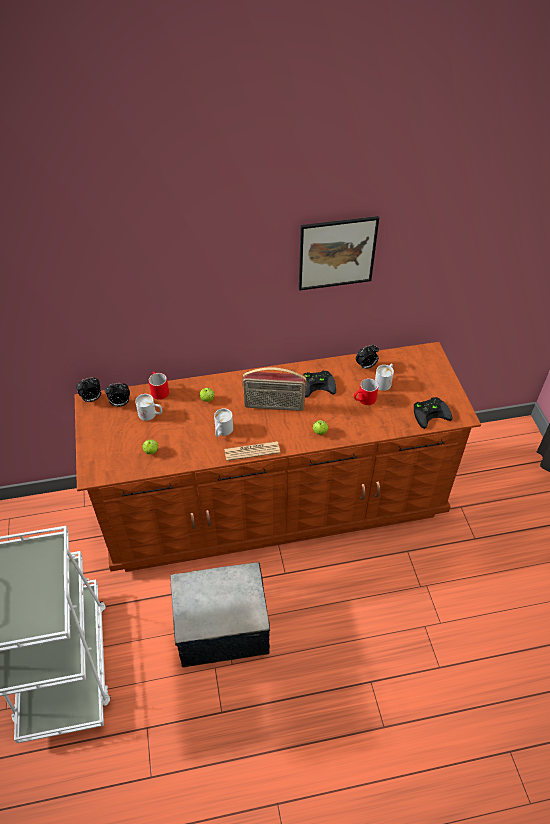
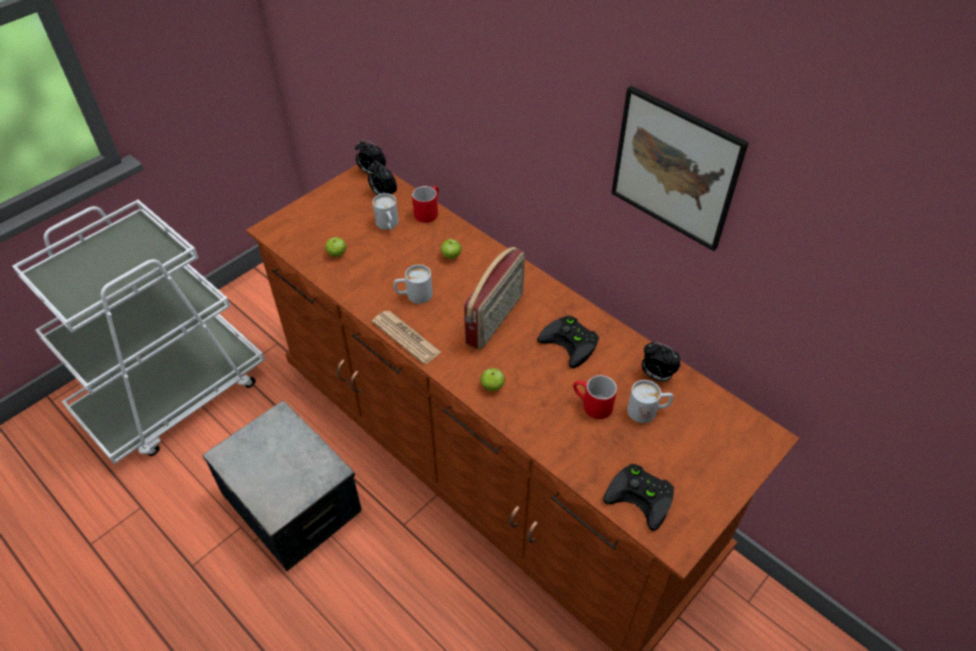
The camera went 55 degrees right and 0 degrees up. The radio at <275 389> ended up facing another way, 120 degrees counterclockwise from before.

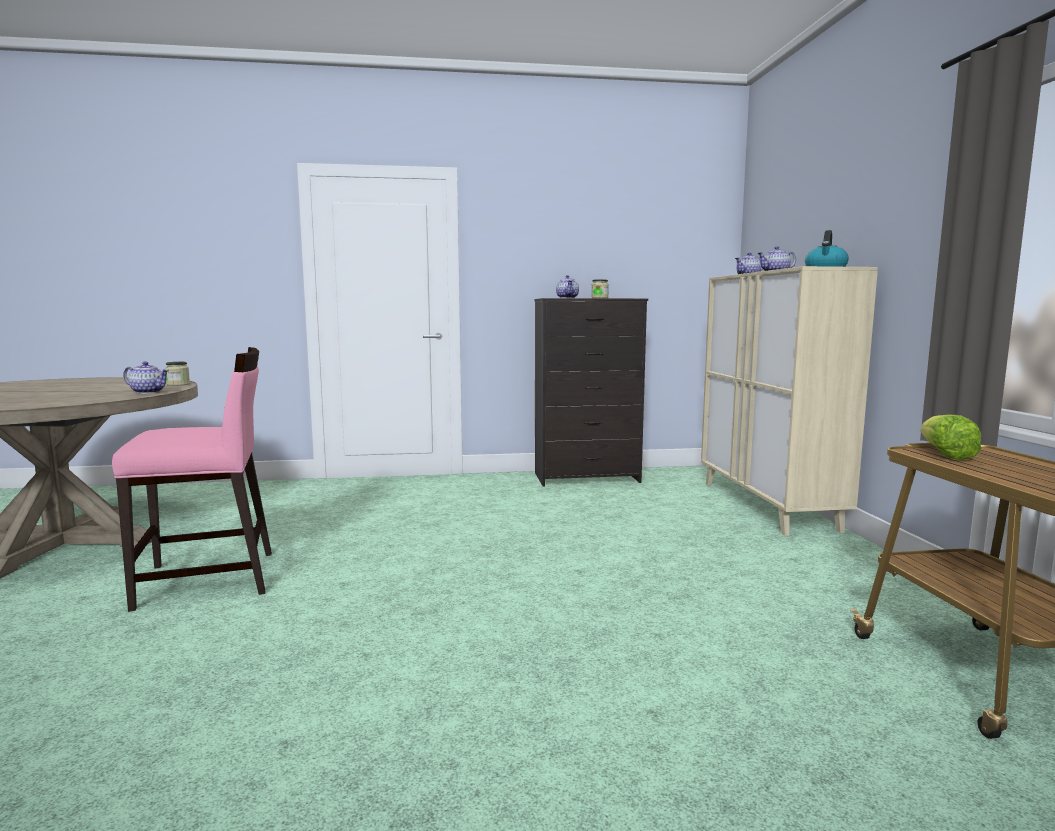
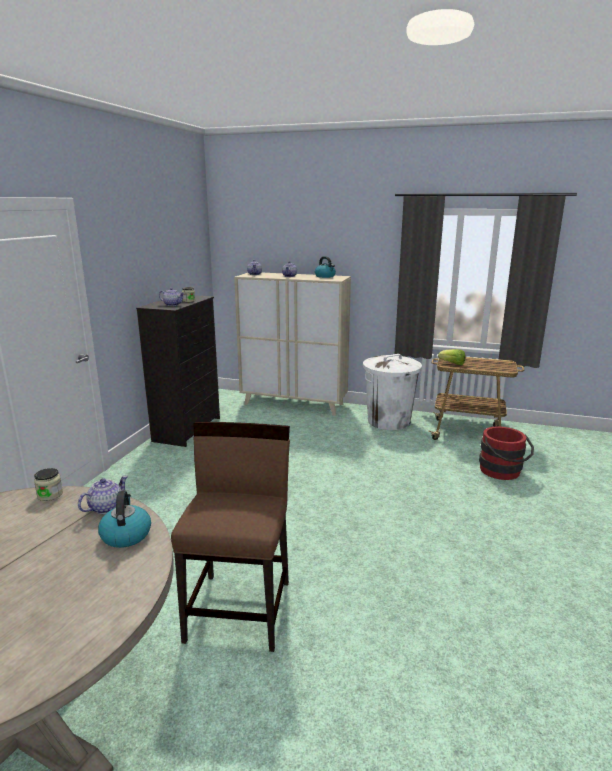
The camera went 65 degrees left and 10 degrees up. The second view gained the kettle at <124 519>. What was the pink chair at <192 479> turned into the brown chair at <230 537>. The second view gained the white trash can at <392 392>. The second view gained the red bucket at <506 453>.

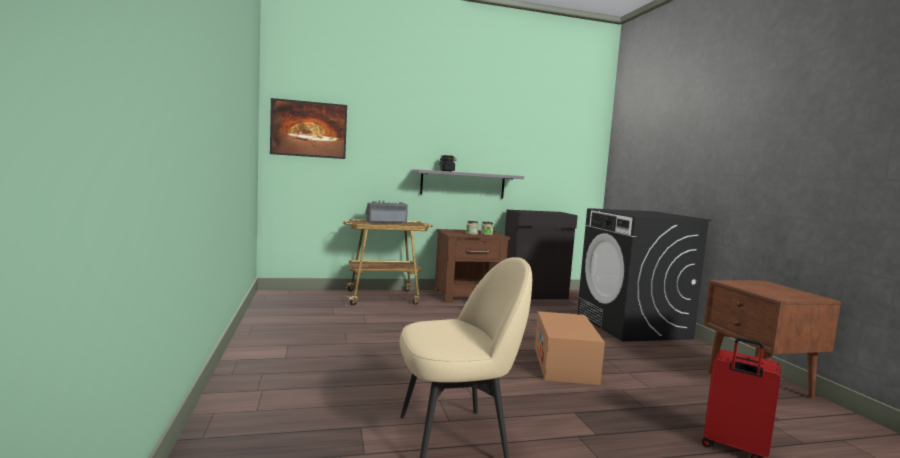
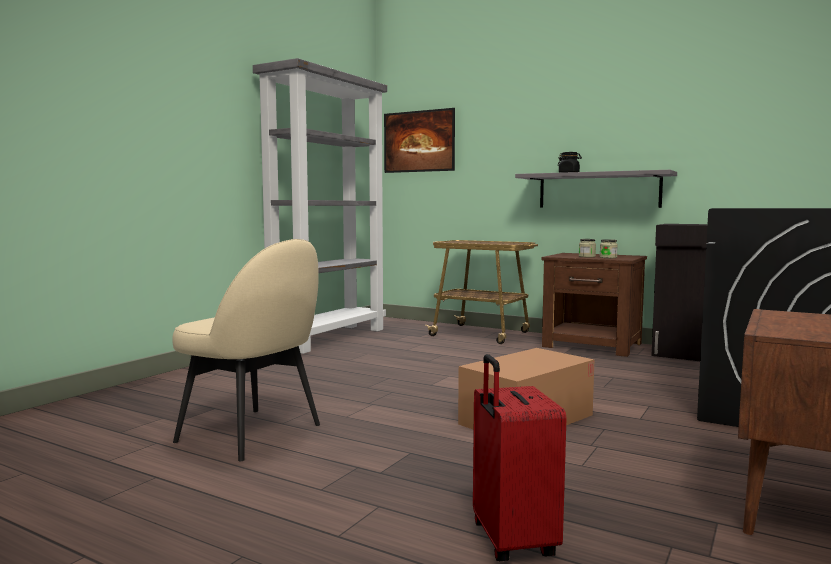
The camera went 45 degrees right and 0 degrees up. The second view gained the grey bookcase at <320 206>. The second view lost the radio at <386 211>.

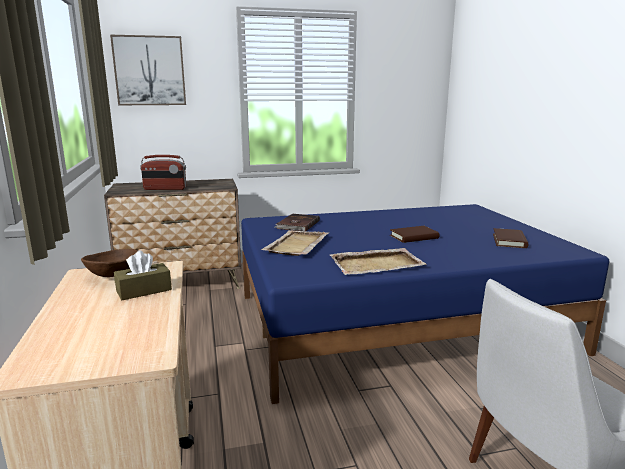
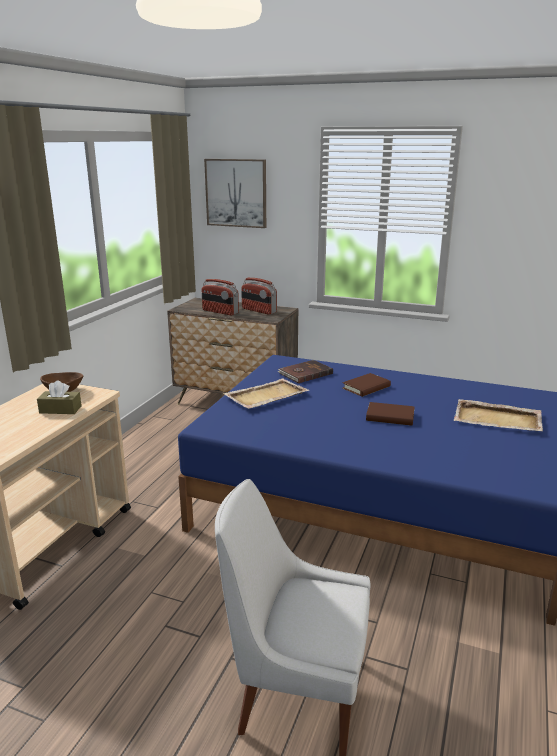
The camera went 35 degrees right and 5 degrees up. The second view gained the radio at <259 296>. The brown book ended up elsewhere, having gone from <510 238> to <366 385>. The beige tray ended up elsewhere, having gone from <378 261> to <498 415>.

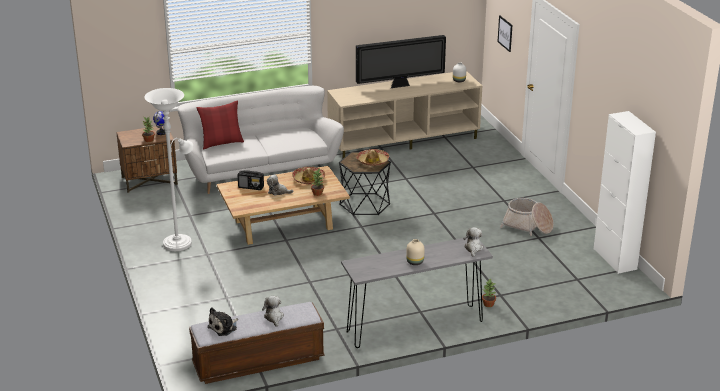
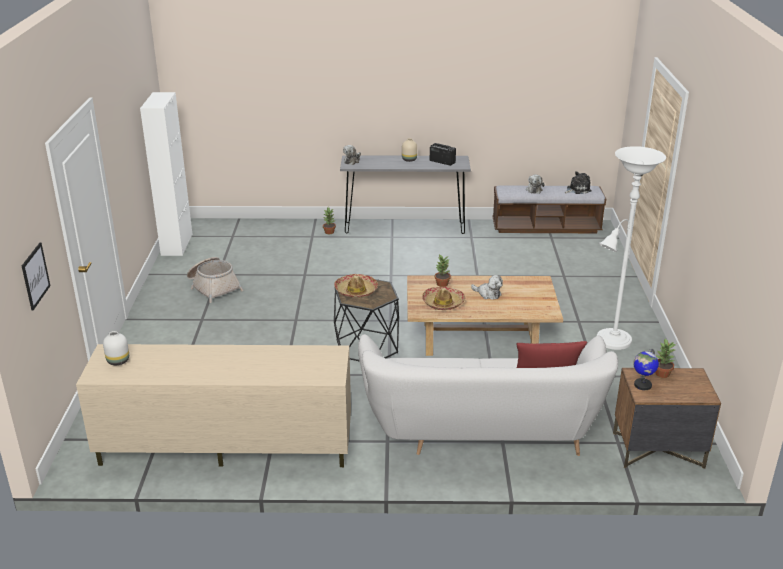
The camera went 160 degrees left and 0 degrees up. The radio ended up elsewhere, having gone from <251 180> to <443 154>. The second view lost the television at <401 61>.

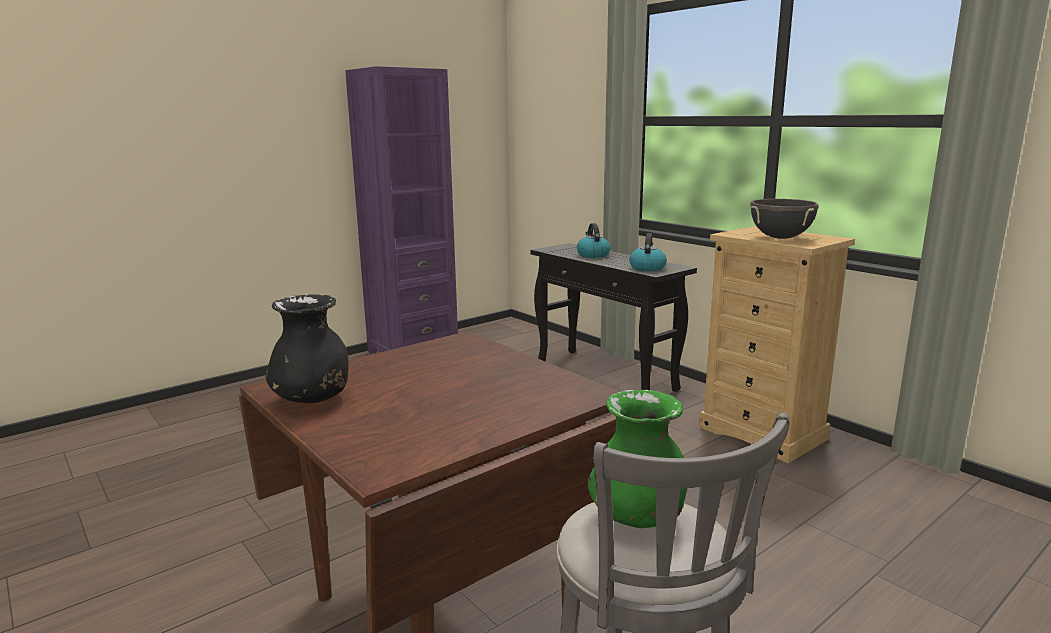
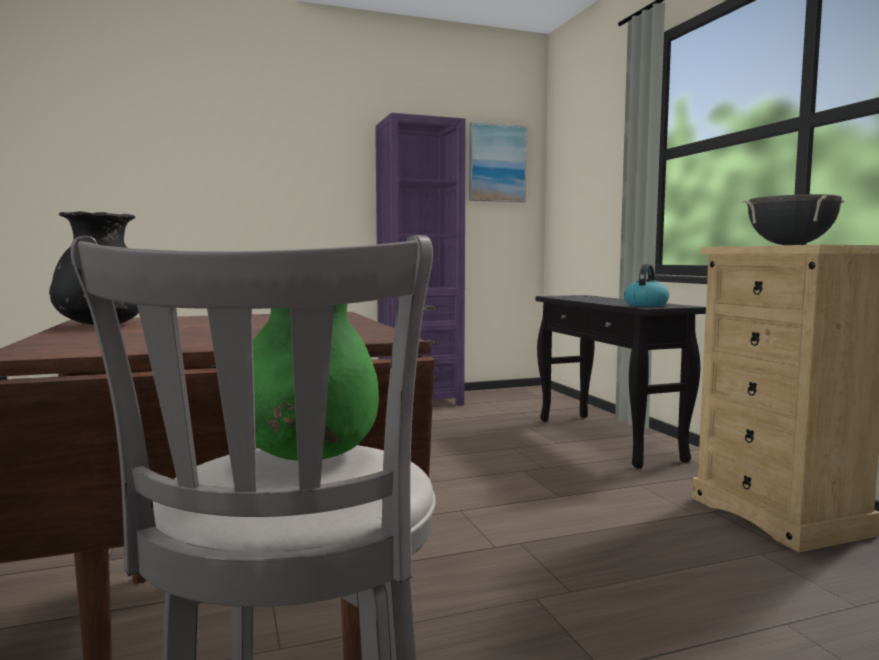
The camera went 20 degrees right and 10 degrees down. The second view gained the picture at <498 162>. The second view lost the kettle at <593 240>.

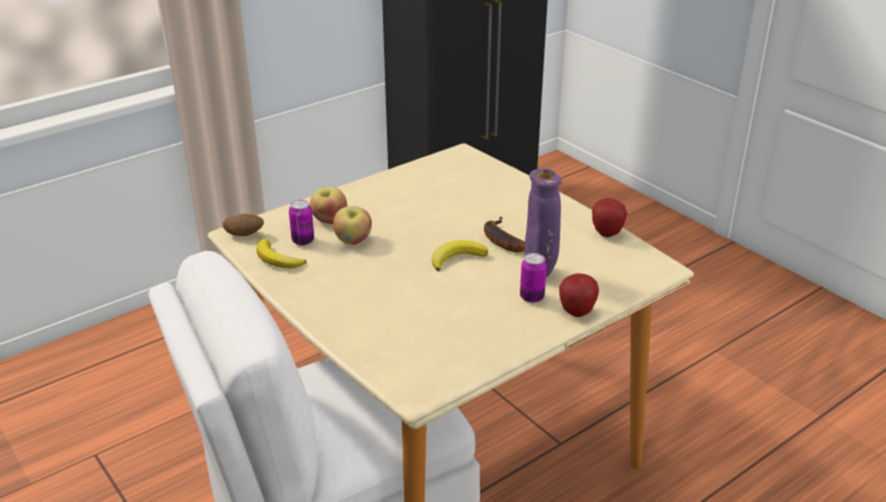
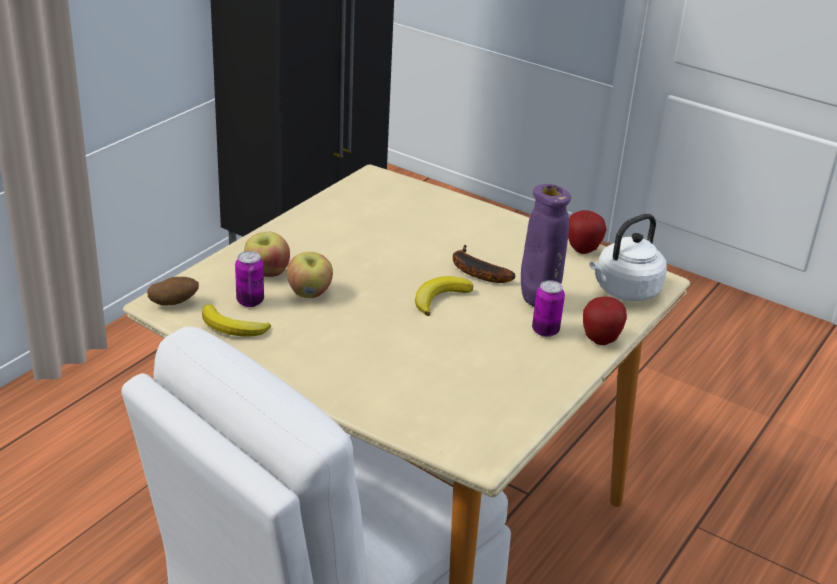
The camera went 20 degrees left and 0 degrees up. The second view gained the white kettle at <628 257>.

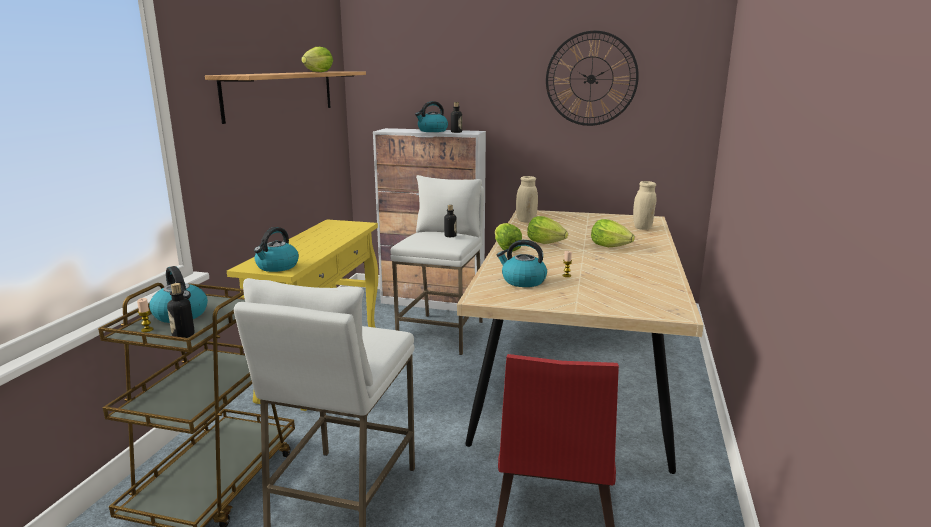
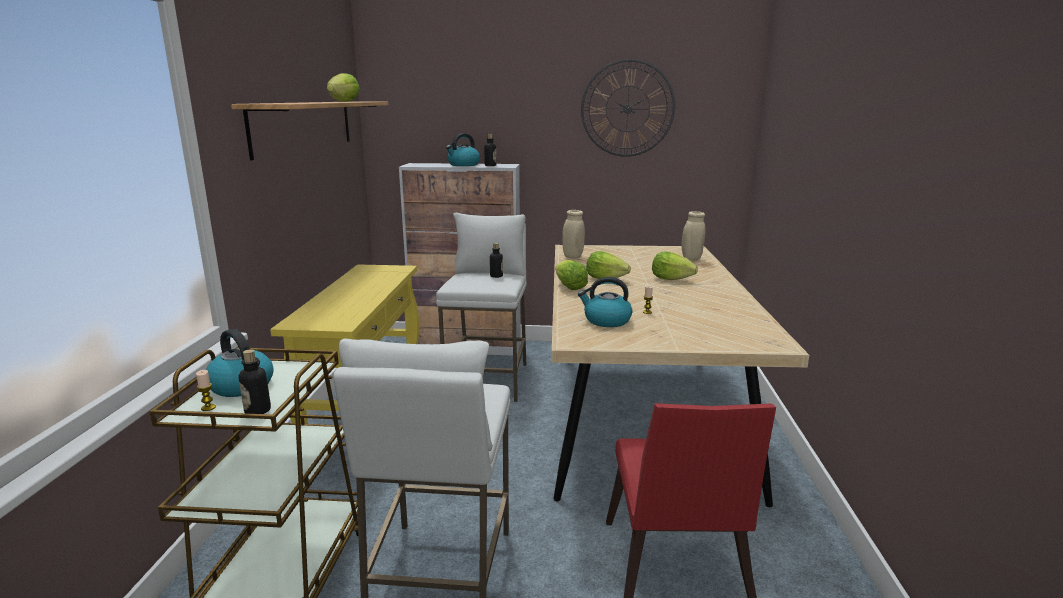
The camera went 10 degrees left and 0 degrees up. The second view lost the kettle at <276 249>.

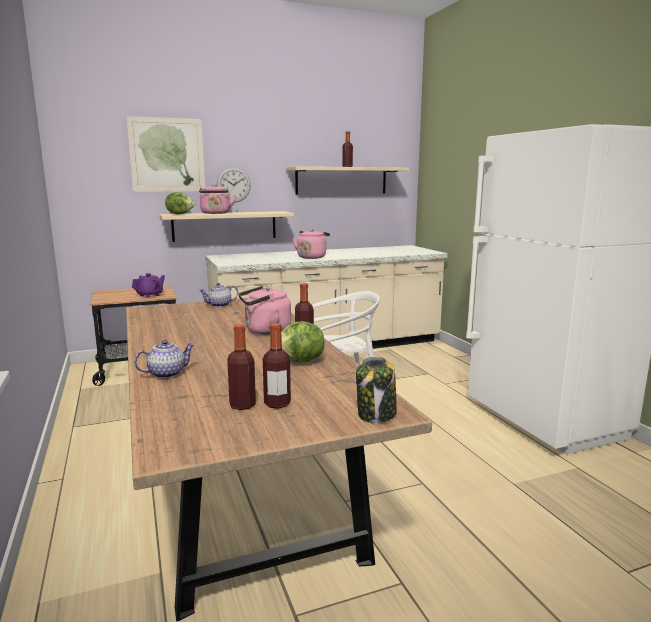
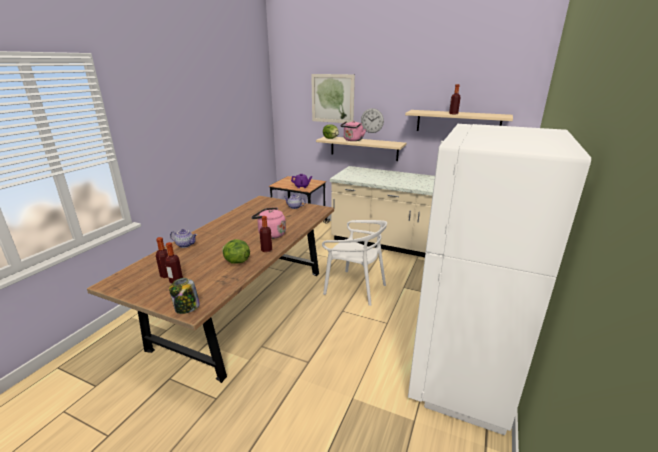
The camera went 45 degrees right and 10 degrees up. The second view lost the pink kettle at <311 244>.

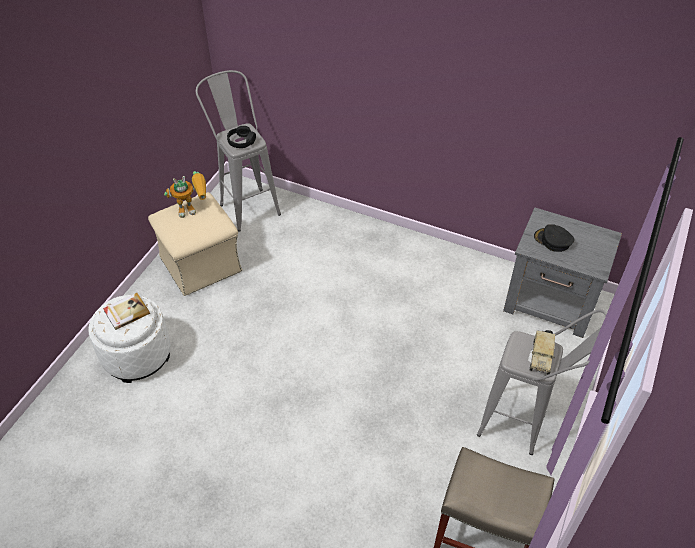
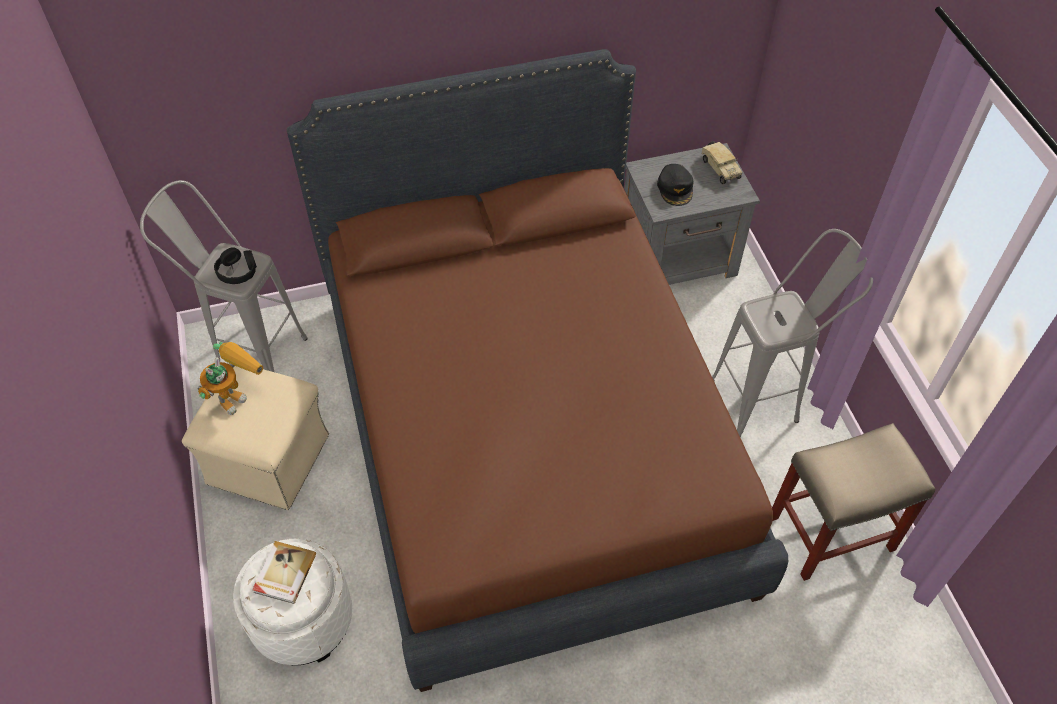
The camera went 40 degrees left and 5 degrees up. The second view gained the brown bed at <537 370>. The black cap at <554 238> ended up facing another way, 90 degrees counterclockwise from before. The toy truck ended up elsewhere, having gone from <542 352> to <722 162>.

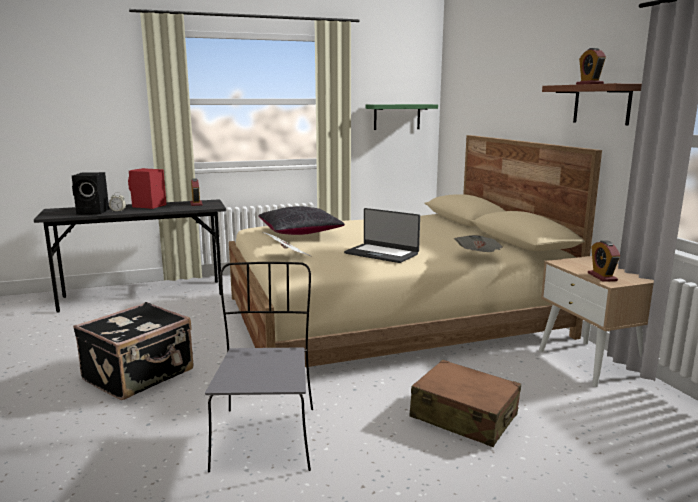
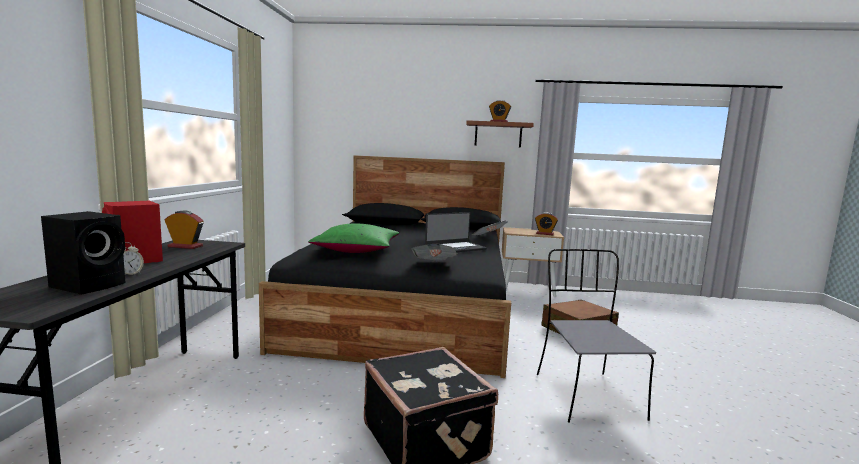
The camera went 65 degrees left and 5 degrees down. What was the beige bed at <415 251> turned into the black bed at <385 266>. What was the black pillow at <301 220> turned into the green pillow at <353 238>. The grey chair at <259 367> ended up facing another way, 60 degrees clockwise from before. The second view lost the green shelf at <402 117>.

